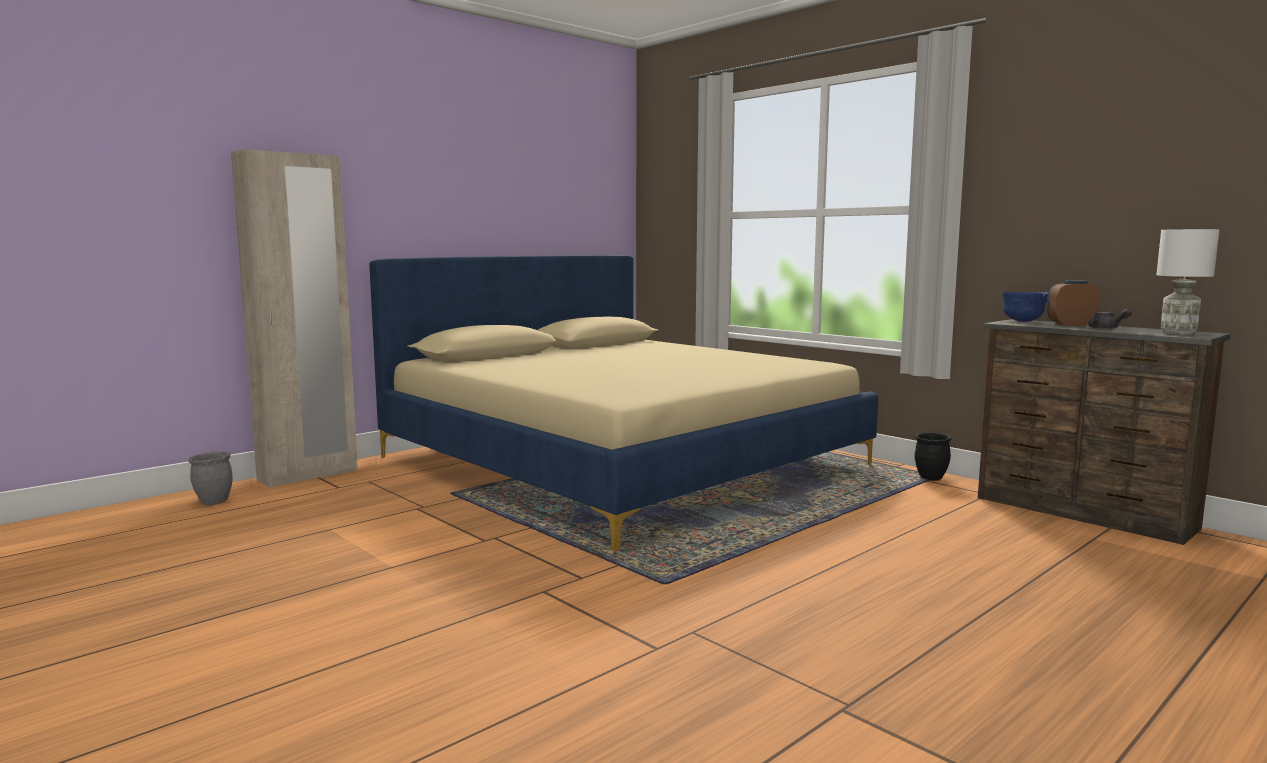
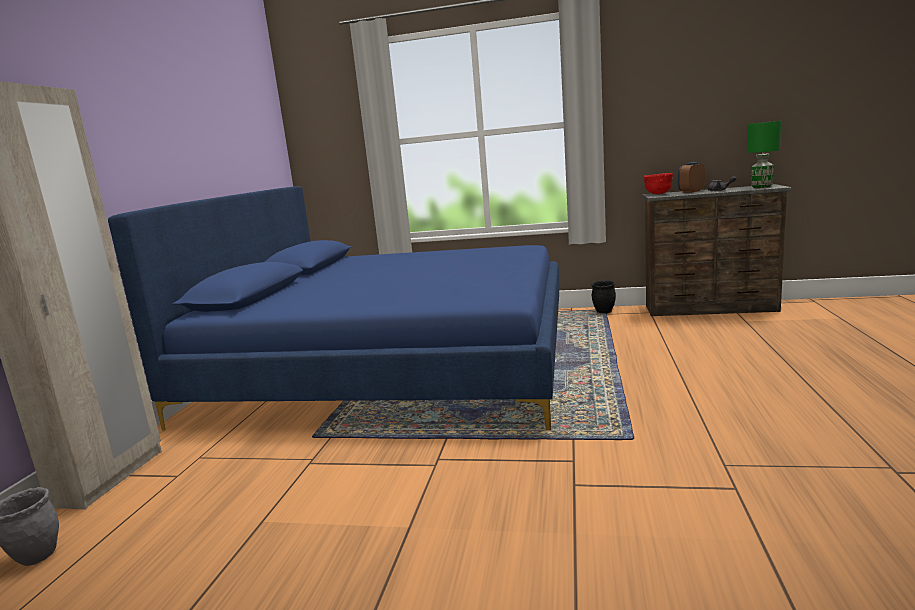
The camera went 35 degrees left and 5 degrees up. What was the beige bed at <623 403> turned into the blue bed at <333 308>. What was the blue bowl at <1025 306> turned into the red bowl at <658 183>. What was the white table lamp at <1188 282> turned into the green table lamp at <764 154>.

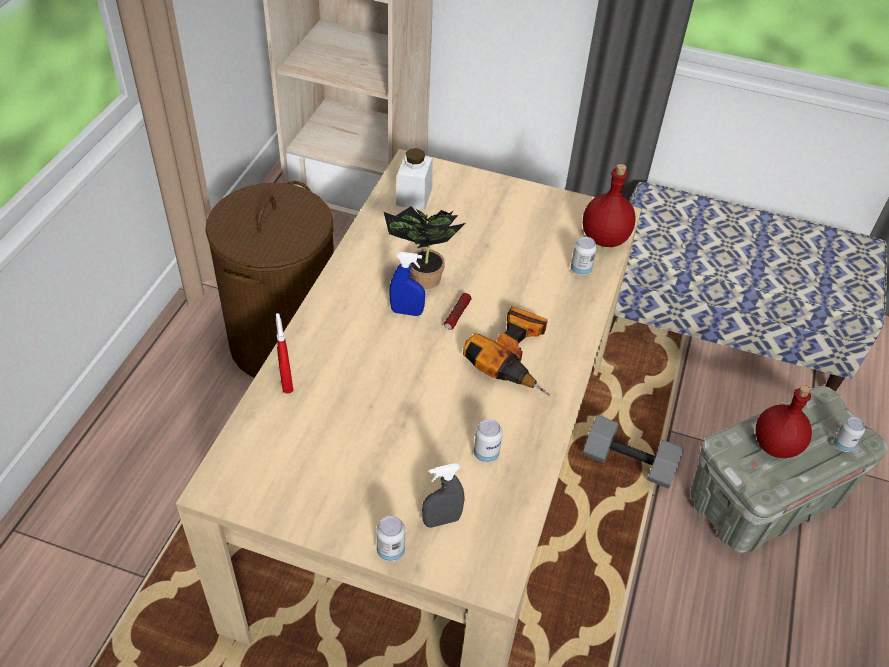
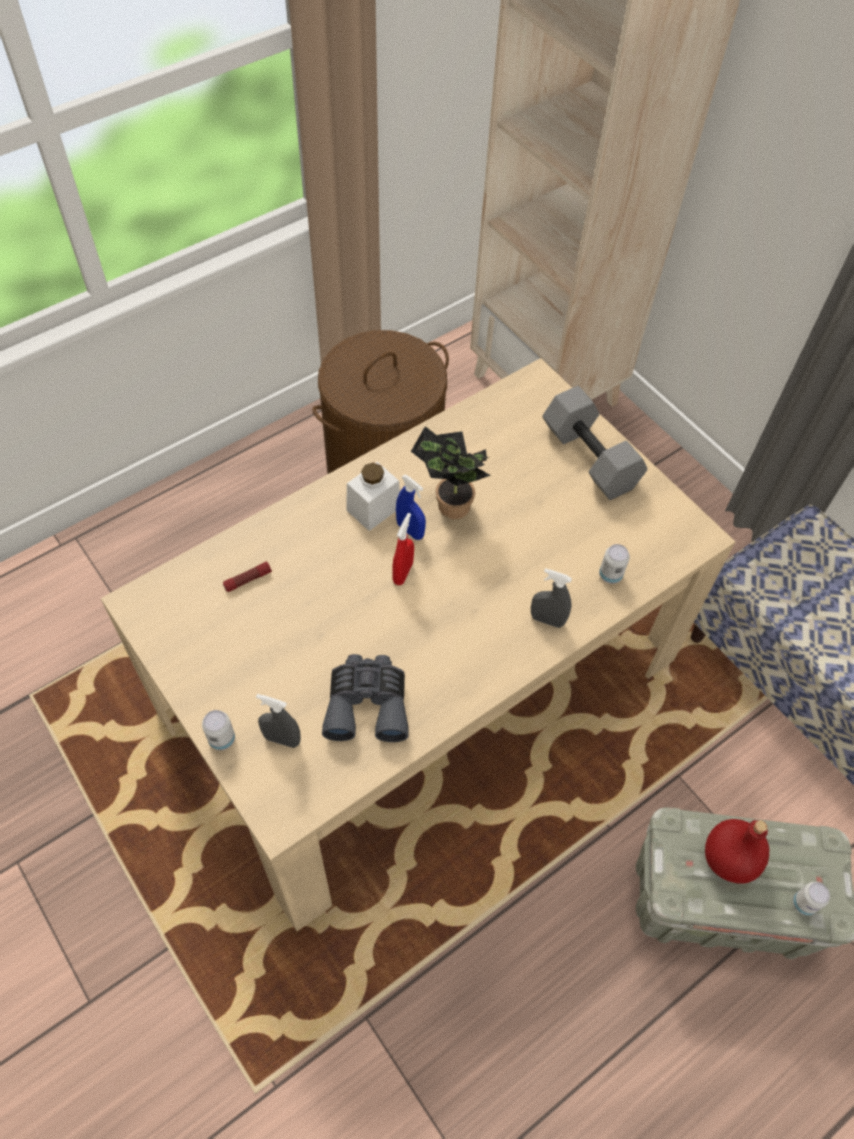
The camera went 35 degrees right and 10 degrees up. The flashlight ended up elsewhere, having gone from <458 311> to <247 576>. Where the can stood at <488 441>, the grey binoculars came to stand at <365 698>. The white jar ended up elsewhere, having gone from <414 179> to <373 496>. The red spray bottle ended up elsewhere, having gone from <284 353> to <403 549>. The second view gained the grey spray bottle at <551 598>. The grey dumbbell ended up elsewhere, having gone from <633 452> to <595 443>. The second view lost the power drill at <506 350>. The second view lost the red bottle at <609 205>.

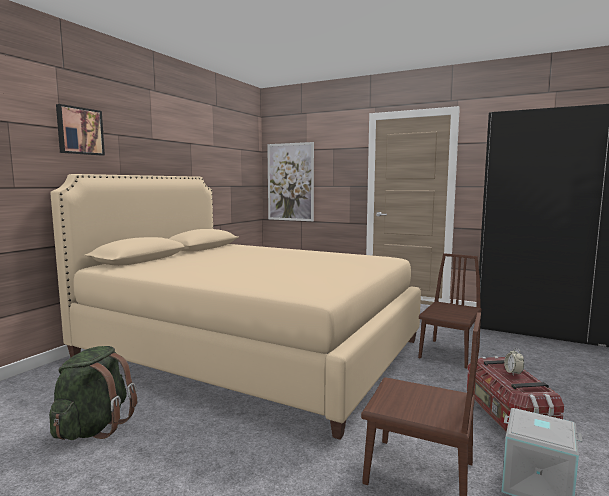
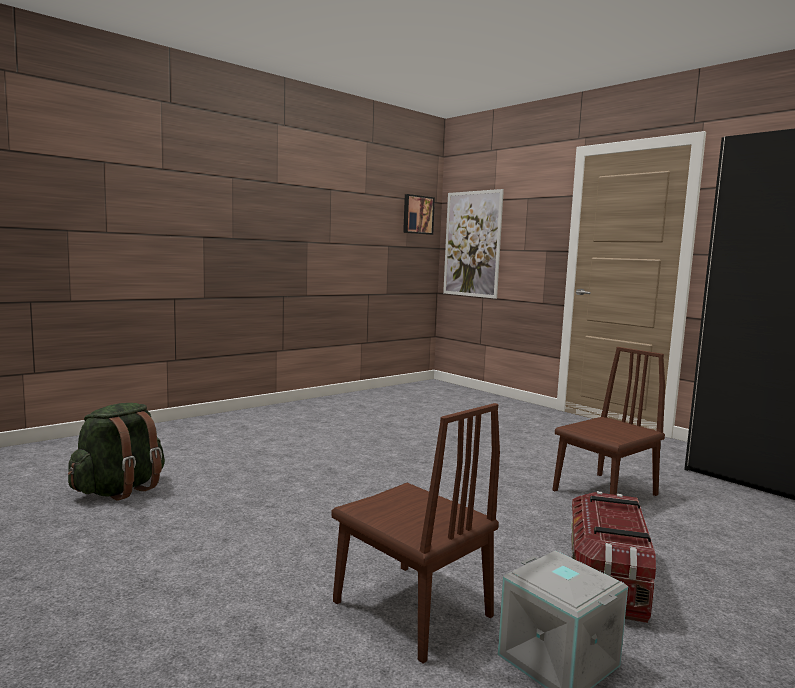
The camera went 20 degrees right and 0 degrees up. The picture ended up elsewhere, having gone from <80 129> to <419 214>. The second view lost the beige bed at <235 307>. The second view lost the alarm clock at <514 362>.

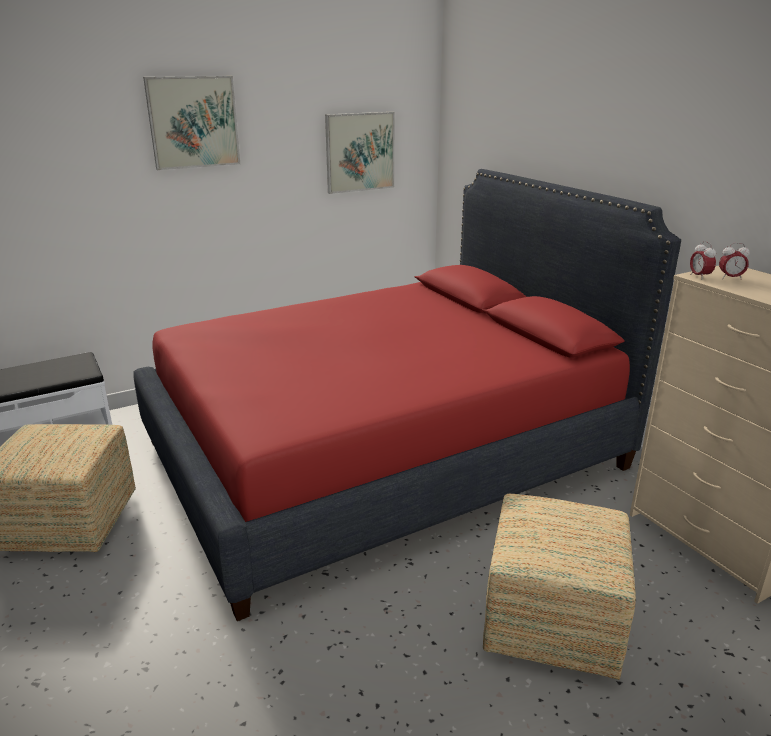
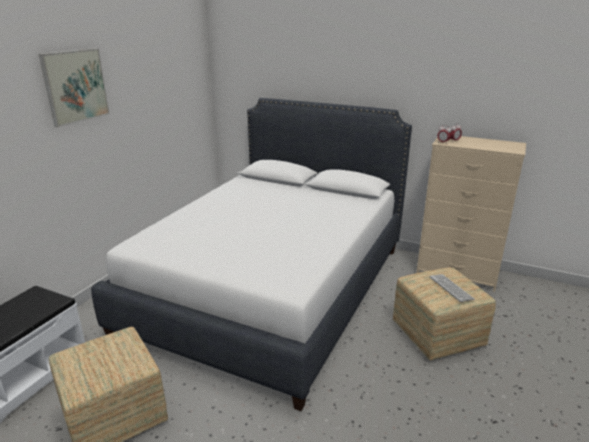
The camera went 35 degrees left and 0 degrees up. What was the red bed at <407 395> turned into the white bed at <251 254>. The second view gained the keyboard at <452 288>. The second view lost the picture at <360 153>.

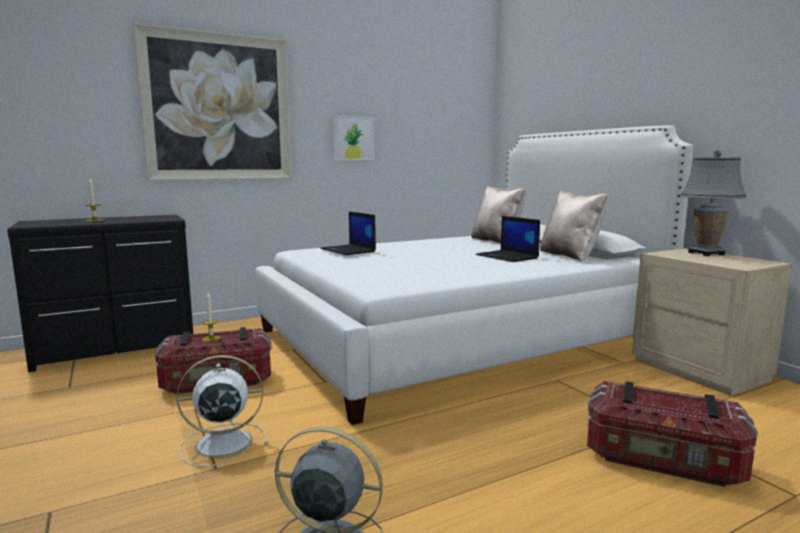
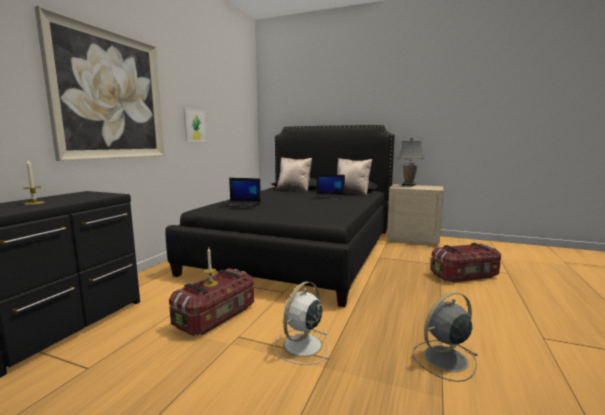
The camera went 40 degrees left and 0 degrees up. What was the white bed at <474 275> turned into the black bed at <280 216>.

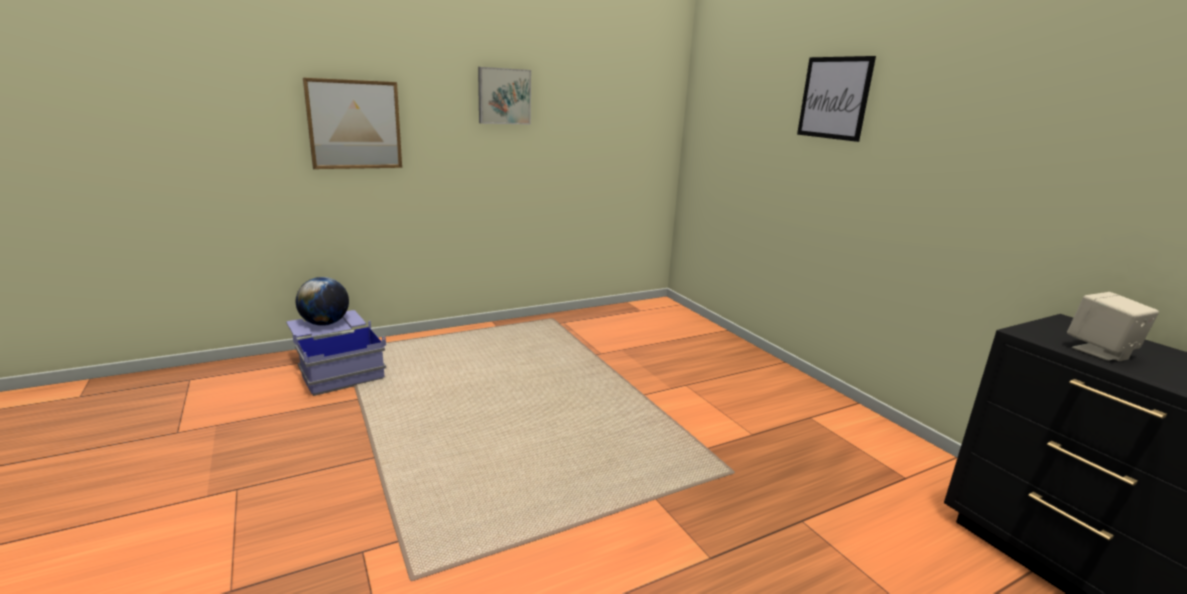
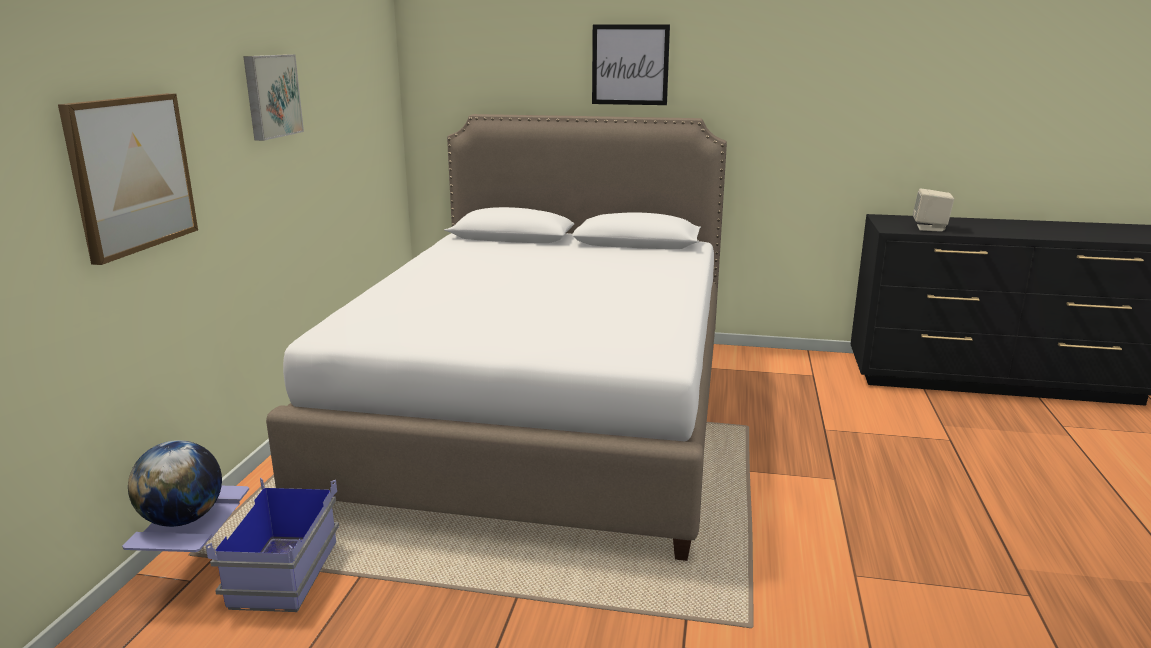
The camera went 50 degrees left and 0 degrees up. The second view gained the white bed at <496 337>.

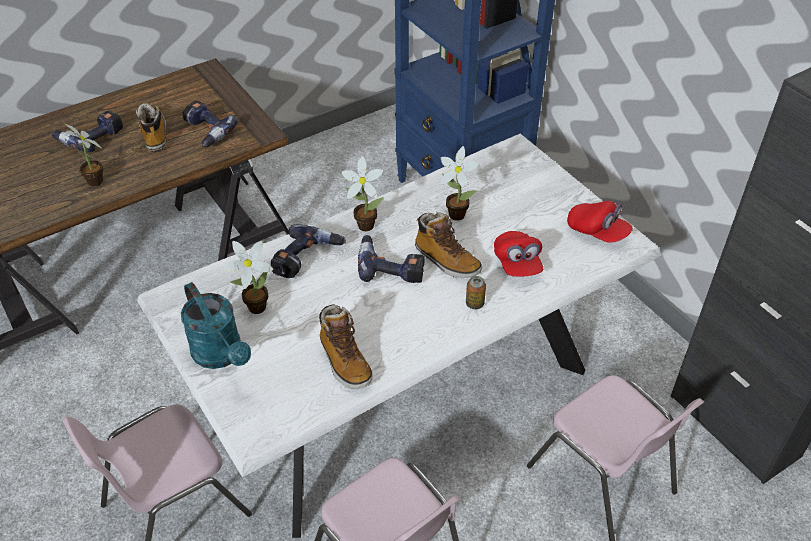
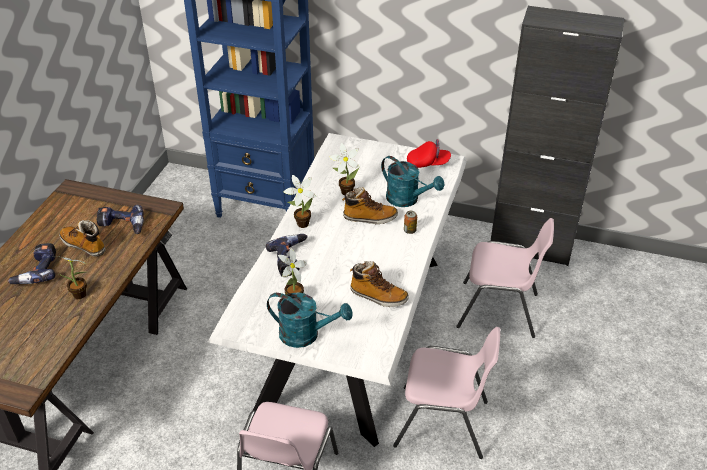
The camera went 40 degrees left and 5 degrees down. Where the red cap stood at <518 254>, the turquoise watering can came to stand at <413 181>. The second view lost the power drill at <391 259>.

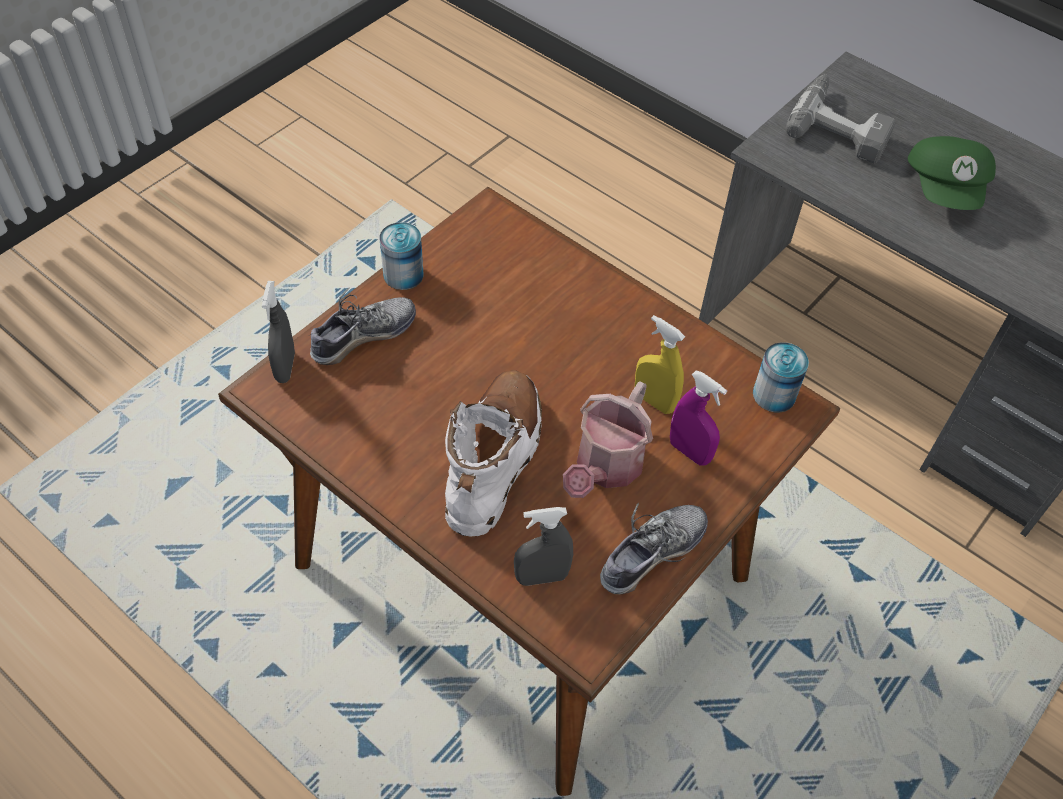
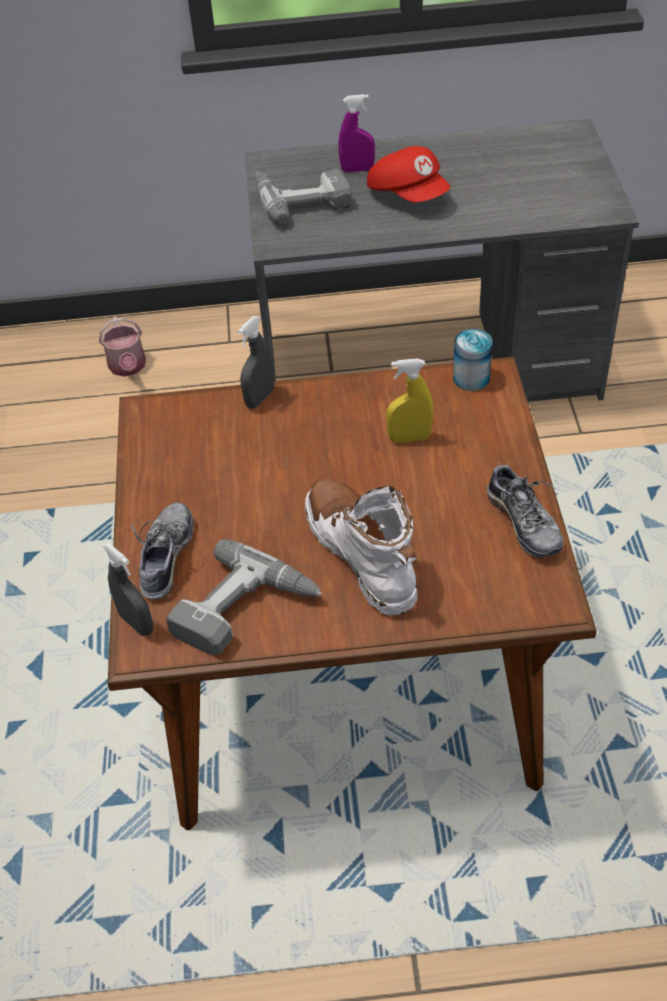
The camera went 40 degrees left and 5 degrees down. The watering can ended up elsewhere, having gone from <608 439> to <122 346>. The second view gained the power drill at <244 597>. The grey spray bottle ended up elsewhere, having gone from <543 546> to <256 362>. The purple spray bottle ended up elsewhere, having gone from <698 418> to <357 133>. What was the green cap at <952 173> turned into the red cap at <408 174>. The shoe at <654 548> ended up facing another way, 150 degrees clockwise from before. The second view lost the can at <401 256>.

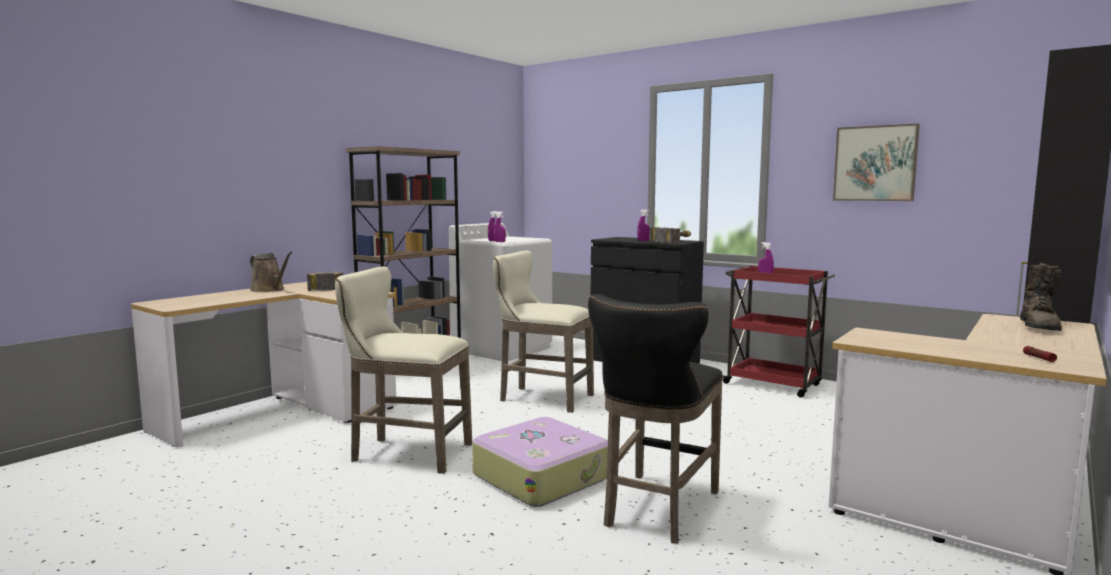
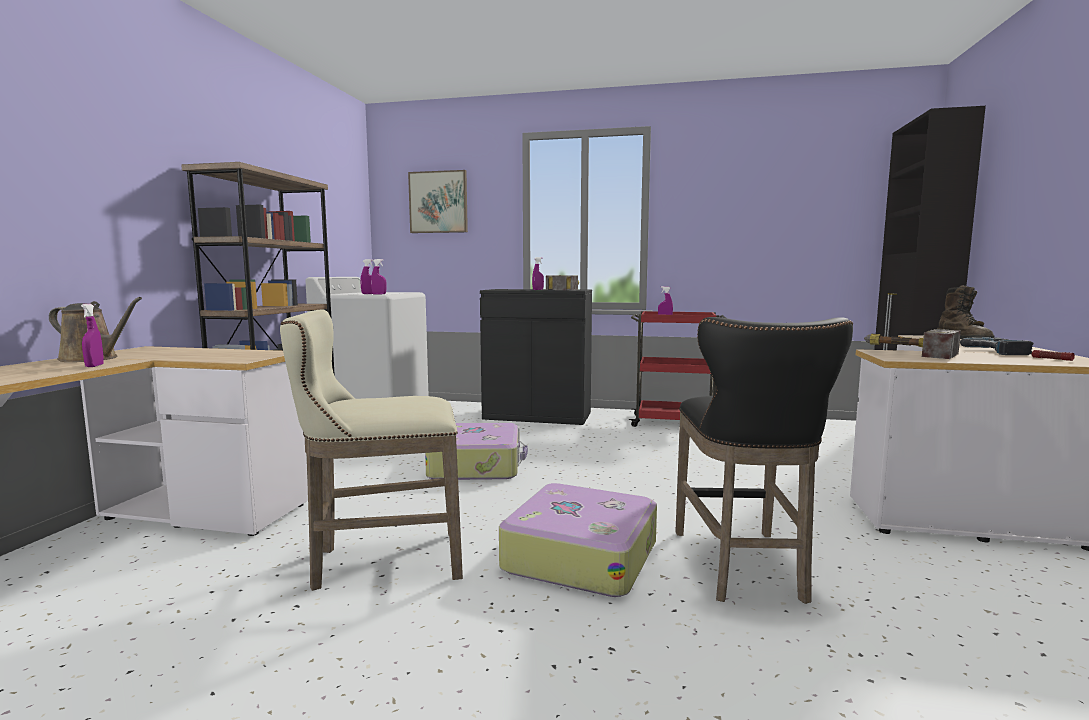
The camera went 25 degrees left and 0 degrees up. The second view gained the purple spray bottle at <92 335>. The picture ended up elsewhere, having gone from <876 162> to <438 201>. Where the beige stool stood at <543 332>, the suitcase came to stand at <476 451>. The hammer ended up elsewhere, having gone from <325 281> to <912 344>. The second view gained the power drill at <997 346>.

